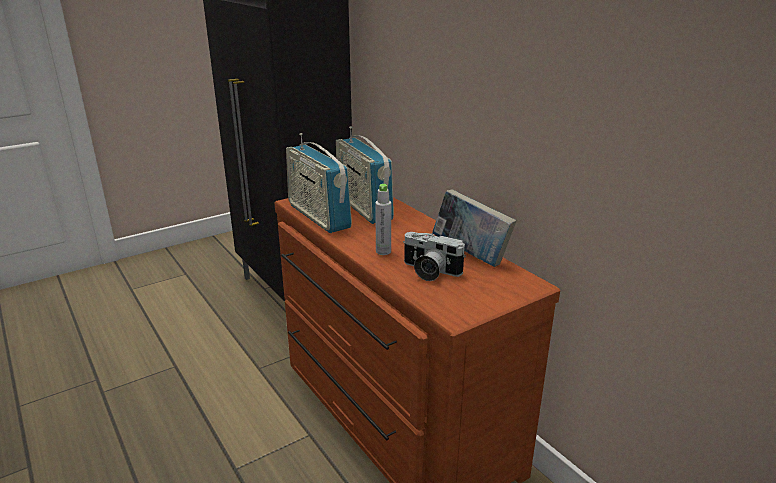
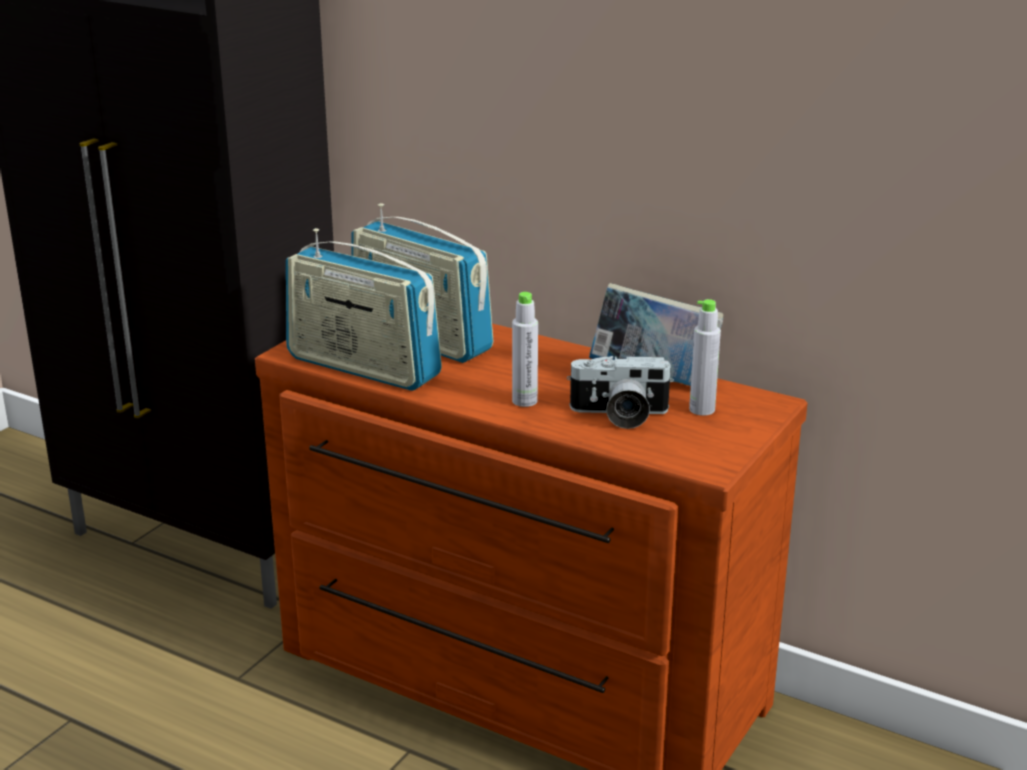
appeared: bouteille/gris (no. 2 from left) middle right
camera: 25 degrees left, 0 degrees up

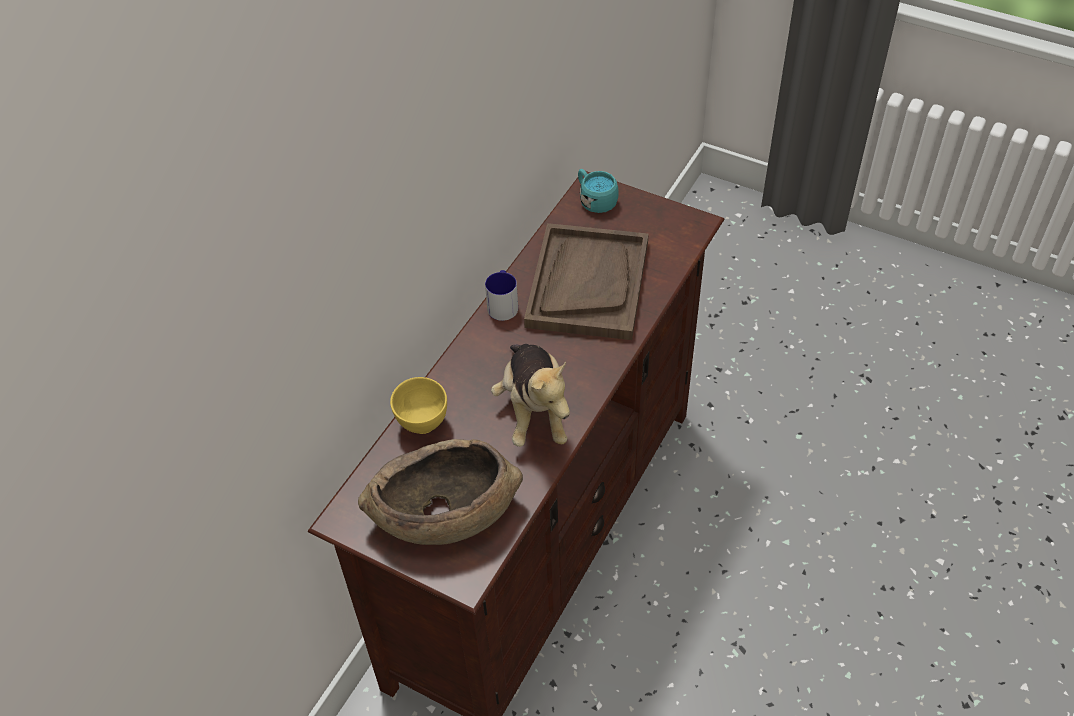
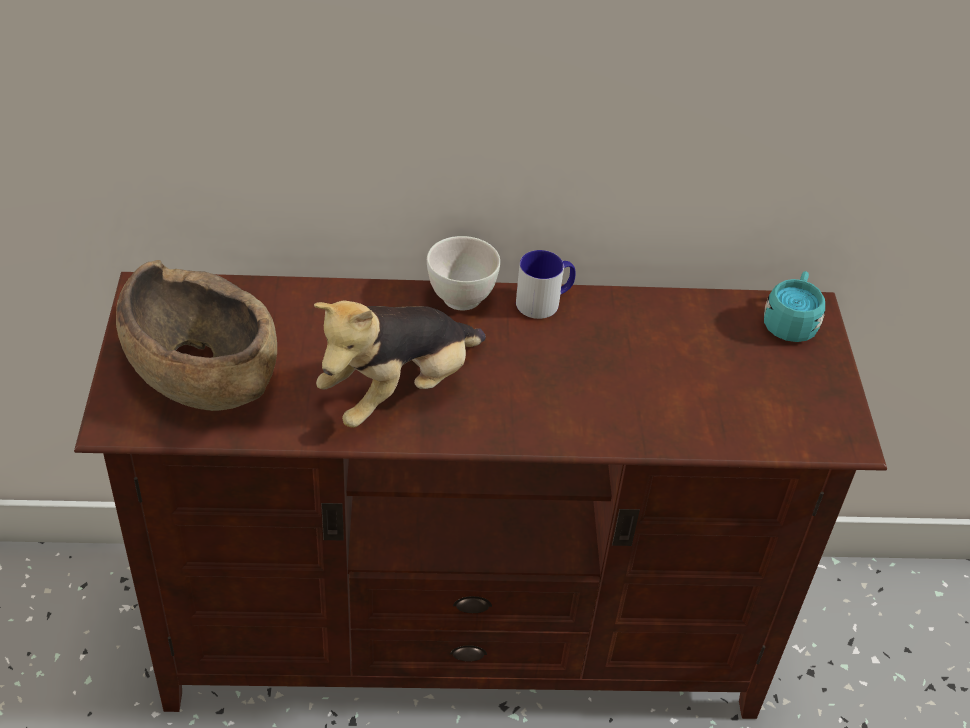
missing: bol/jaune centre; plateau/marron centre
appeared: bol/blanc centre
camera: 55 degrees right, 5 degrees down

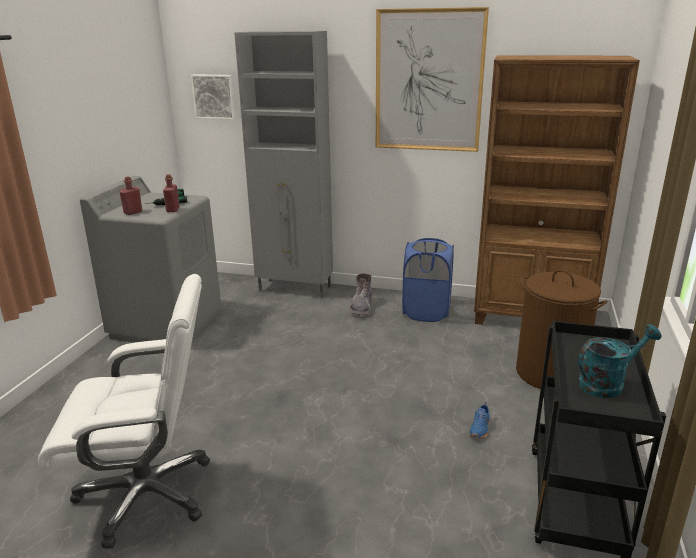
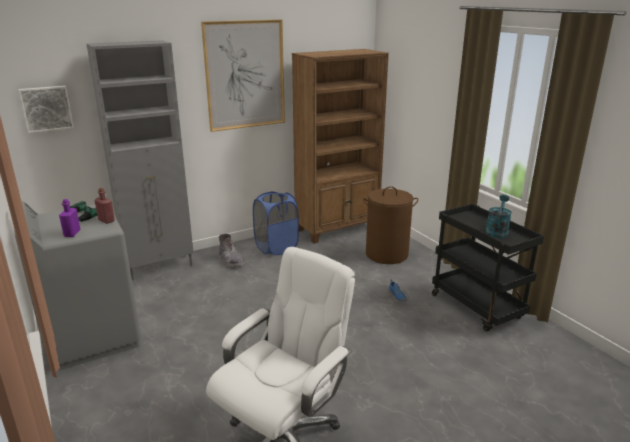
colour: bouteille/rouge (no. 1 from left) middle left to bouteille/violet middle left
camera: 45 degrees left, 0 degrees up

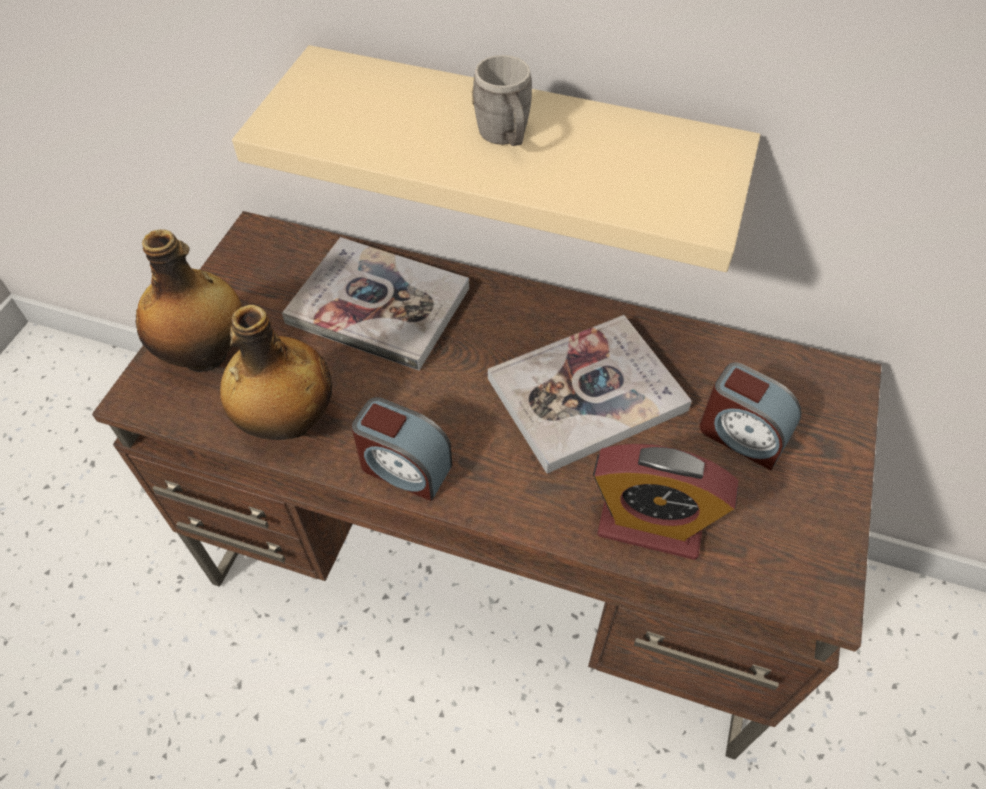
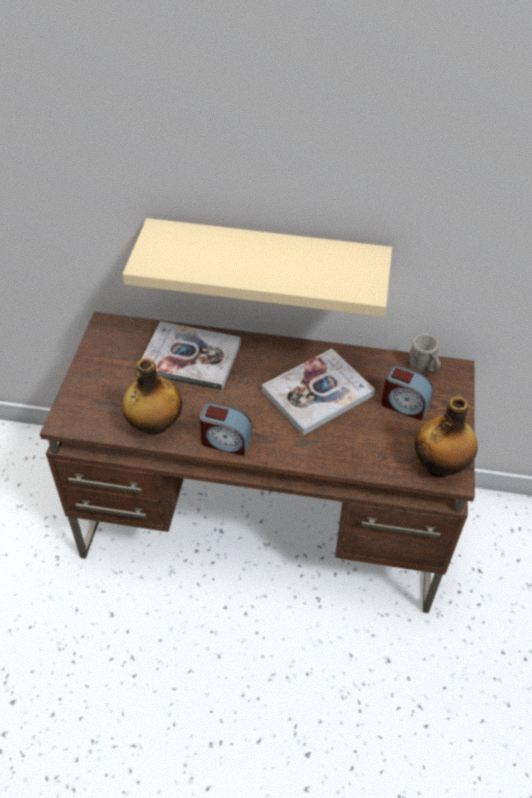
missing: réveil (no. 2 from left) middle right
relocated: mug/gris top centre to middle right; bouteille (no. 1 from left in the first image) middle left to bouteille (no. 2 from left) middle right
camera: 10 degrees left, 5 degrees down

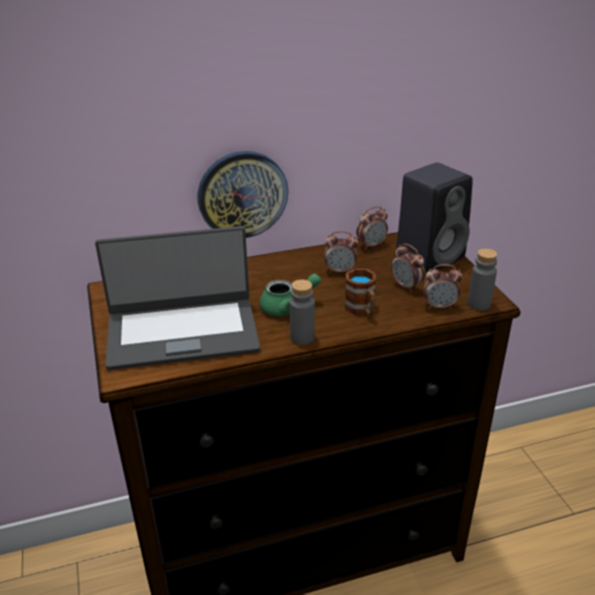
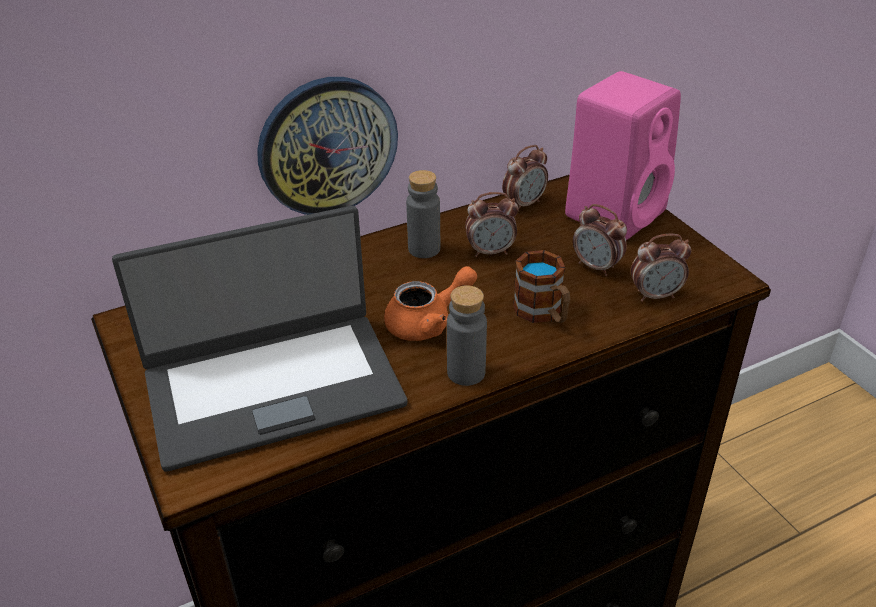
relocated: bouteille/gris (no. 2 from left in the first image) middle right to bouteille/gris (no. 1 from left) centre
colour: théière/vert centre to théière/orange centre; enceinte/noir middle right to enceinte/rose top right
camera: 10 degrees left, 5 degrees up

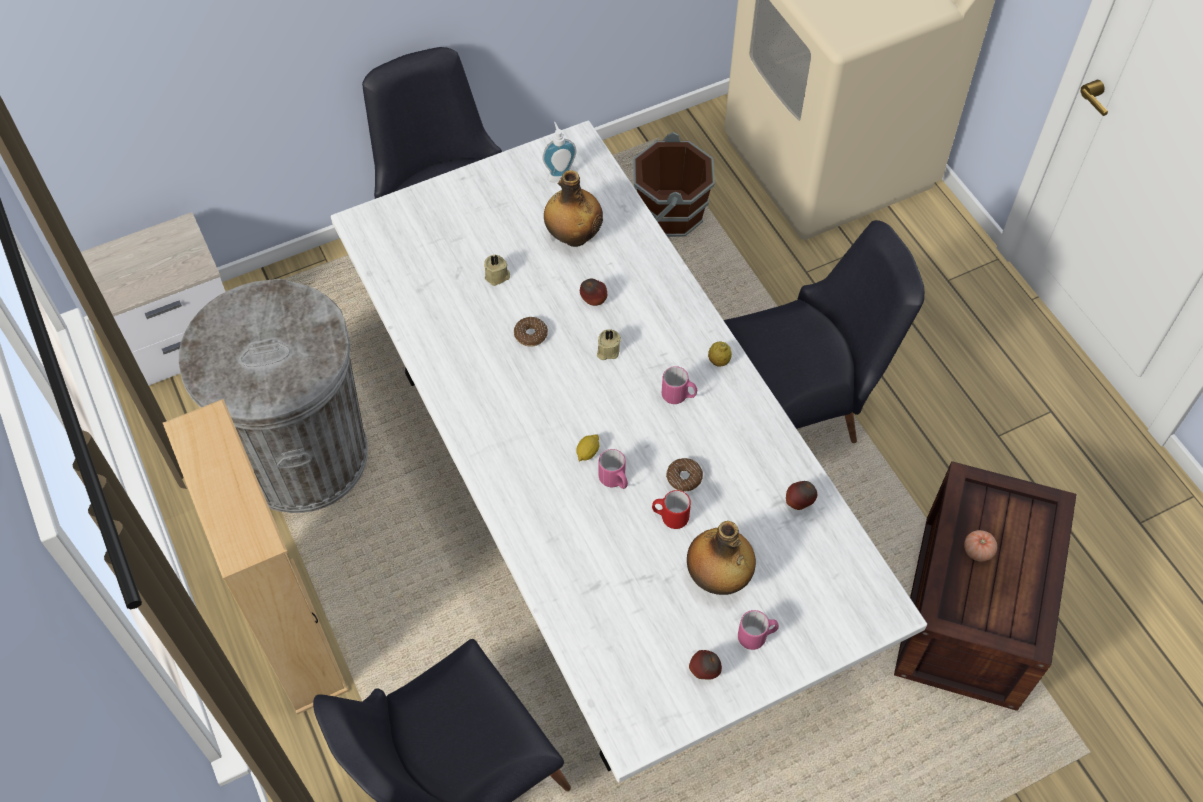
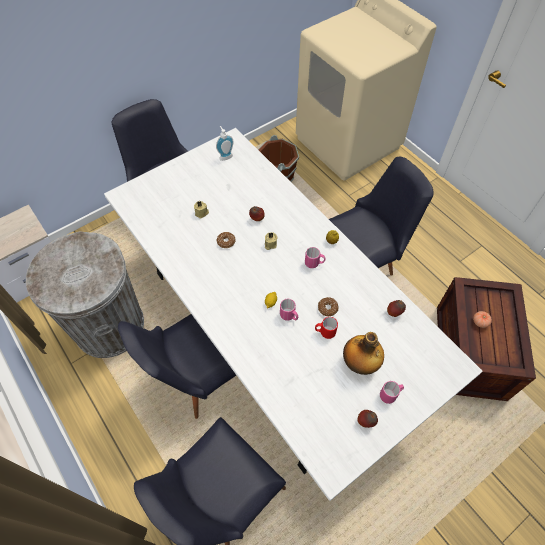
missing: bibliothèque/beige bottom left; bouteille (no. 1 from left) top centre
appeared: chaise/noir (no. 2 from left) bottom left
camera: 10 degrees left, 0 degrees up

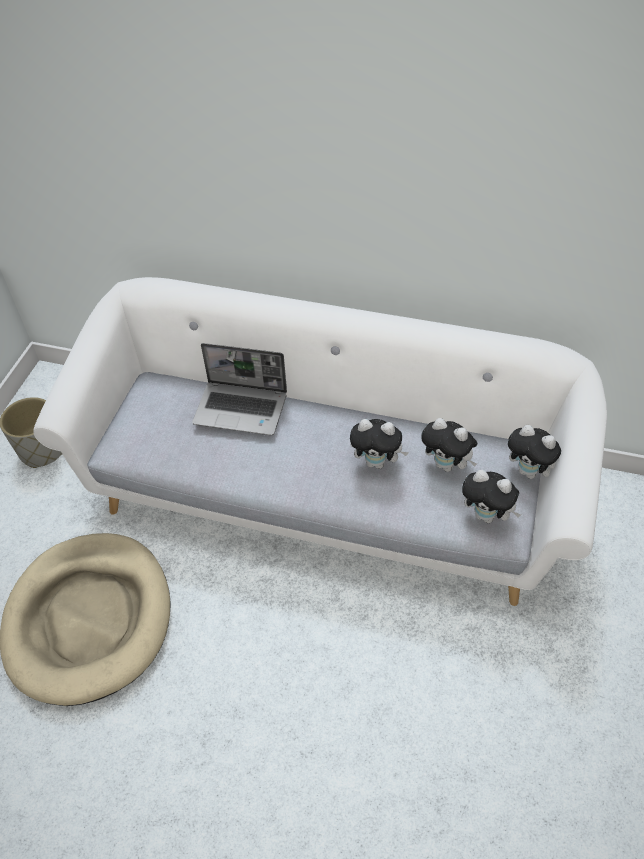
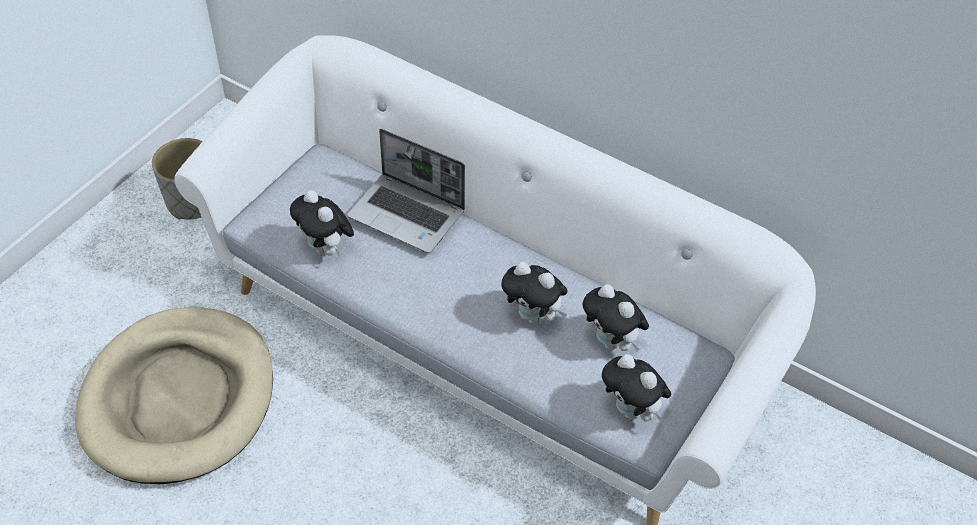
relocated: peluche (no. 4 from left in the first image) middle right to peluche (no. 1 from left) middle left
camera: 15 degrees right, 0 degrees up

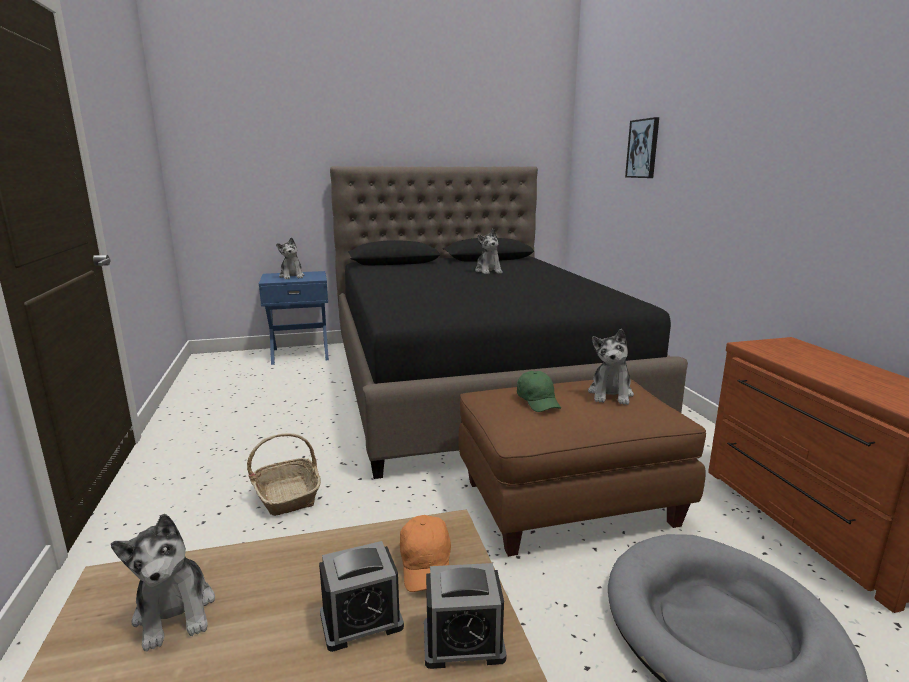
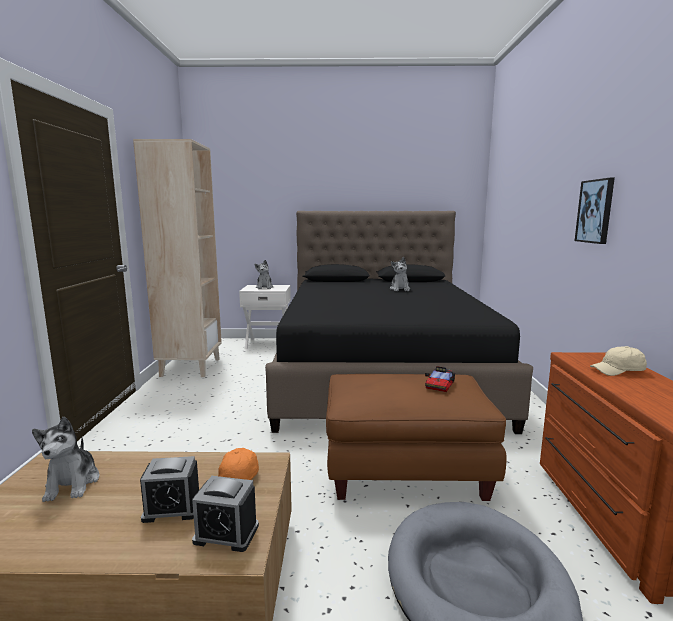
missing: panier bottom left; casquette/vert centre
appeared: bibliothèque/beige middle left; casquette/beige middle right
relocated: tableau top right to middle right
exchanged: peluche (no. 4 from left) middle right to petite voiture centre
colour: table de chevet/bleu middle left to table de chevet/blanc centre
camera: 15 degrees right, 5 degrees down

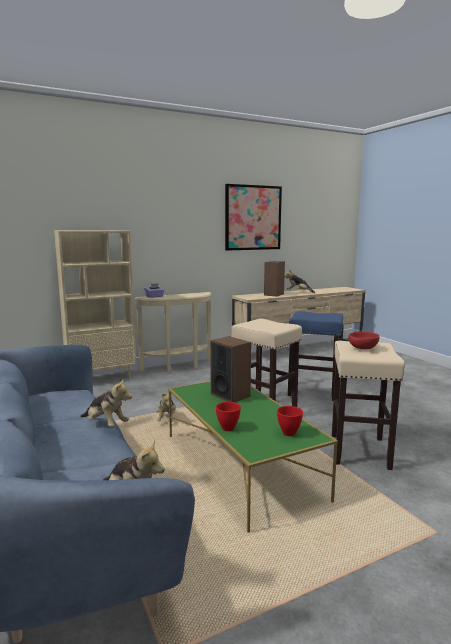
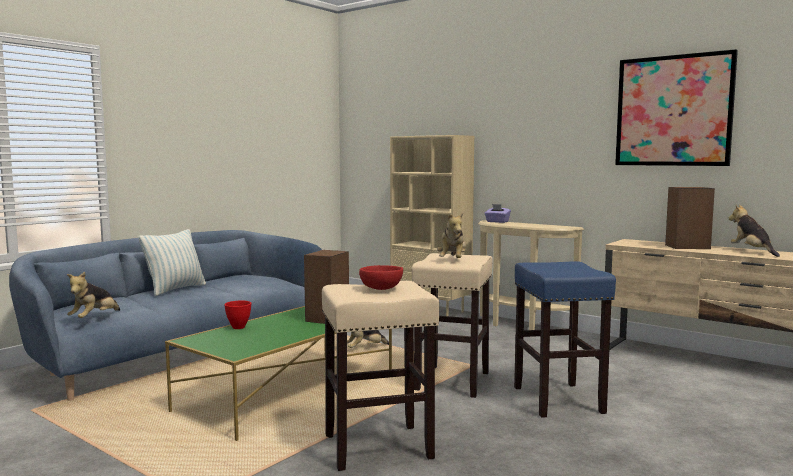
missing: bol/rouge (no. 2 from left) centre
appeared: coussin middle left
relocated: peluche (no. 1 from left in the first image) middle left to peluche (no. 3 from left) centre
camera: 65 degrees right, 5 degrees down

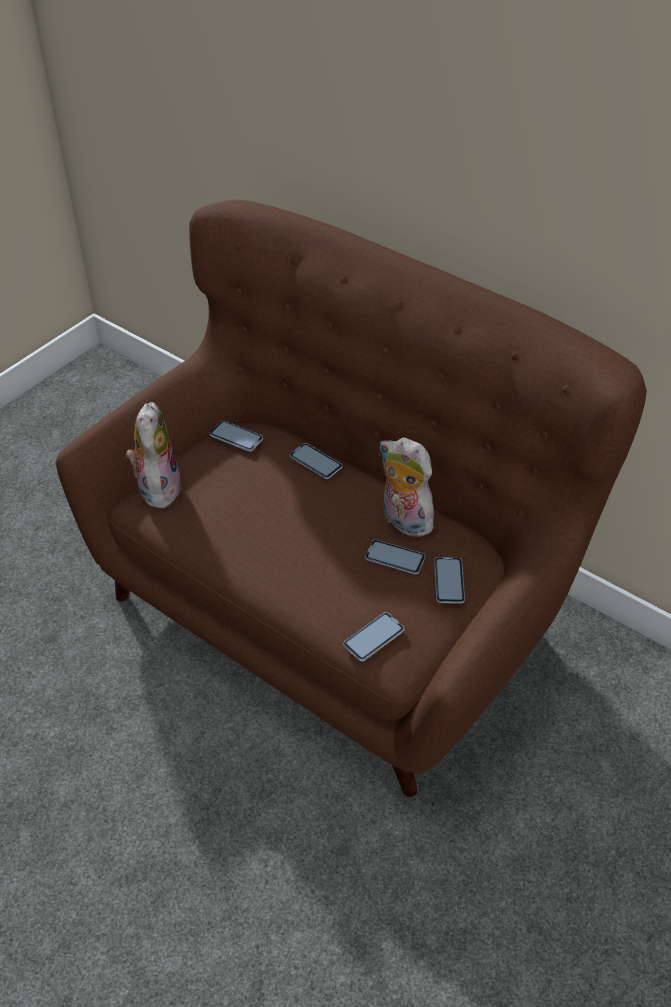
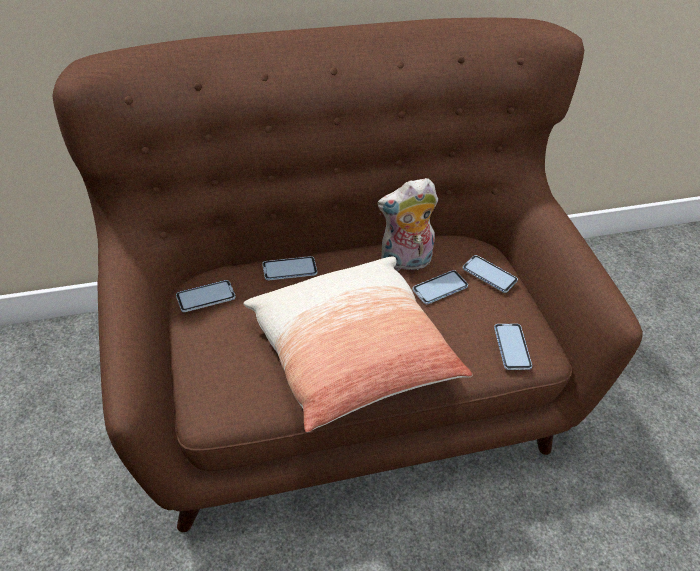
missing: peluche (no. 1 from left) middle left
appeared: coussin centre
camera: 55 degrees left, 0 degrees up

